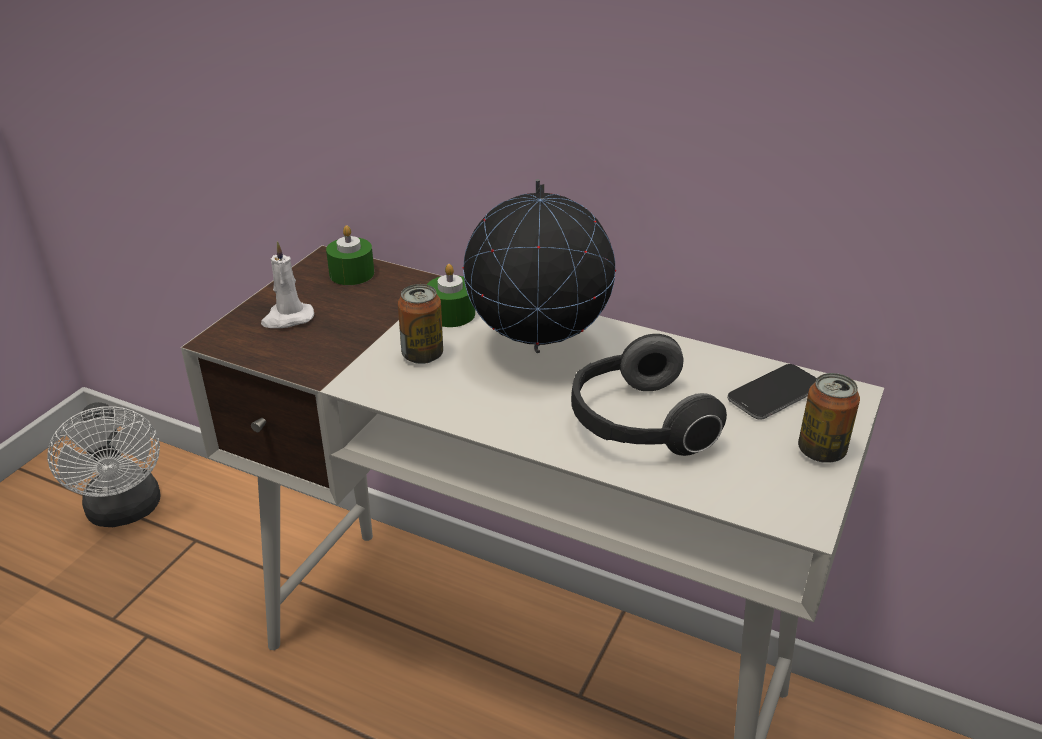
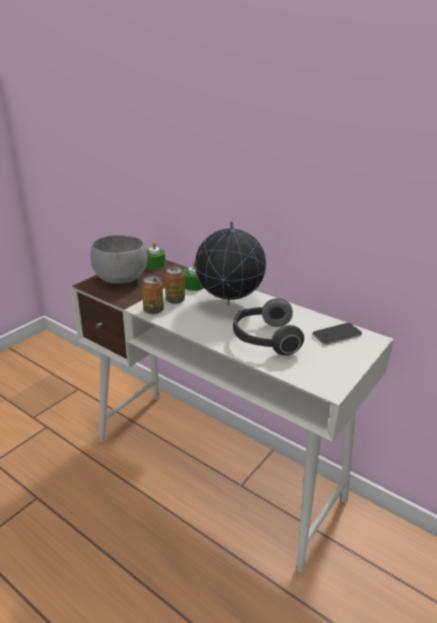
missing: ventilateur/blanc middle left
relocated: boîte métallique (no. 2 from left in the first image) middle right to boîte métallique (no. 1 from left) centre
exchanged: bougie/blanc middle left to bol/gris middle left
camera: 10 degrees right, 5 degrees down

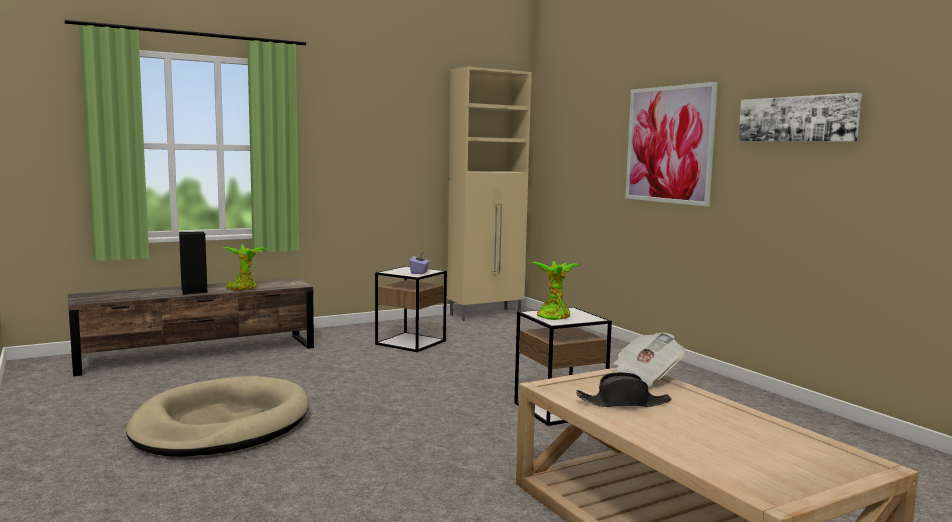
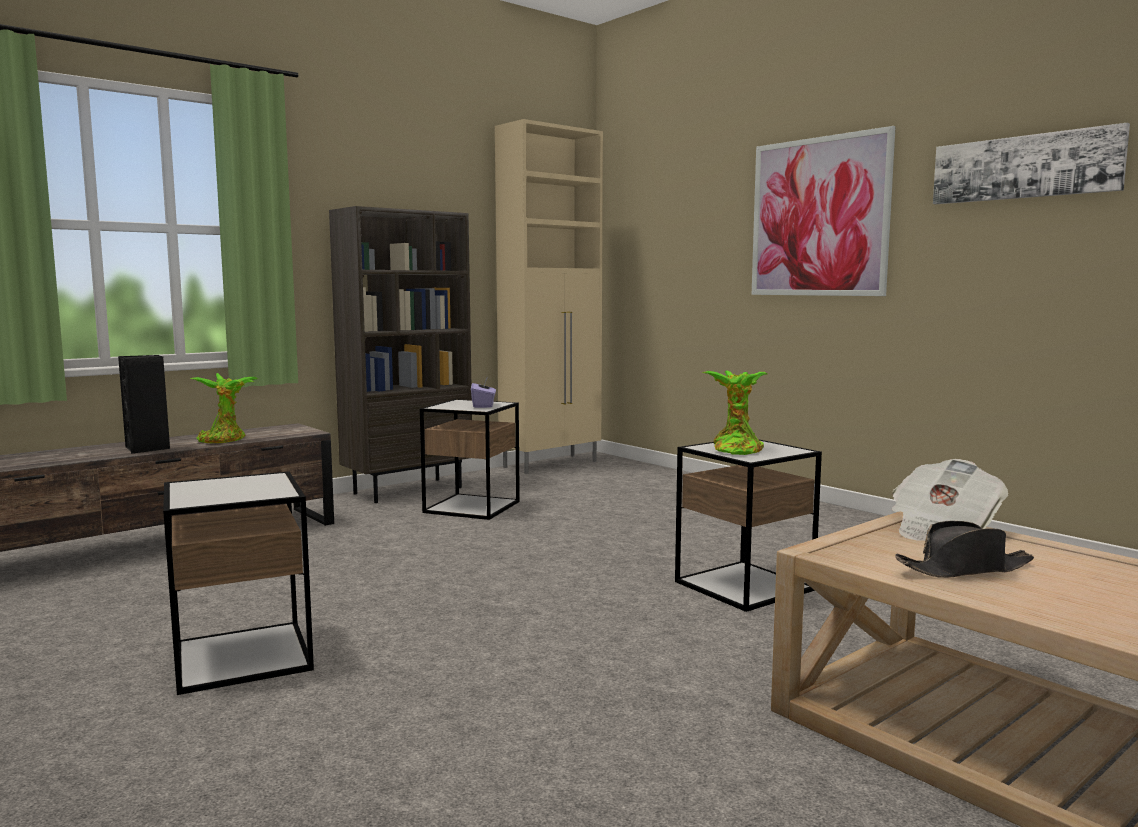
appeared: bibliothèque/marron centre
exchanged: panier pour chien/beige bottom left to table d'appoint (no. 1 from left) bottom left
camera: 10 degrees left, 0 degrees up

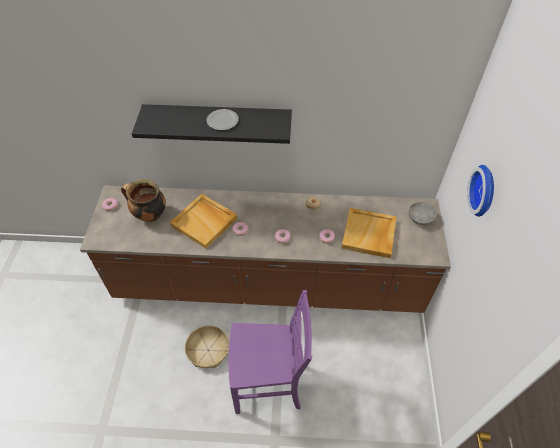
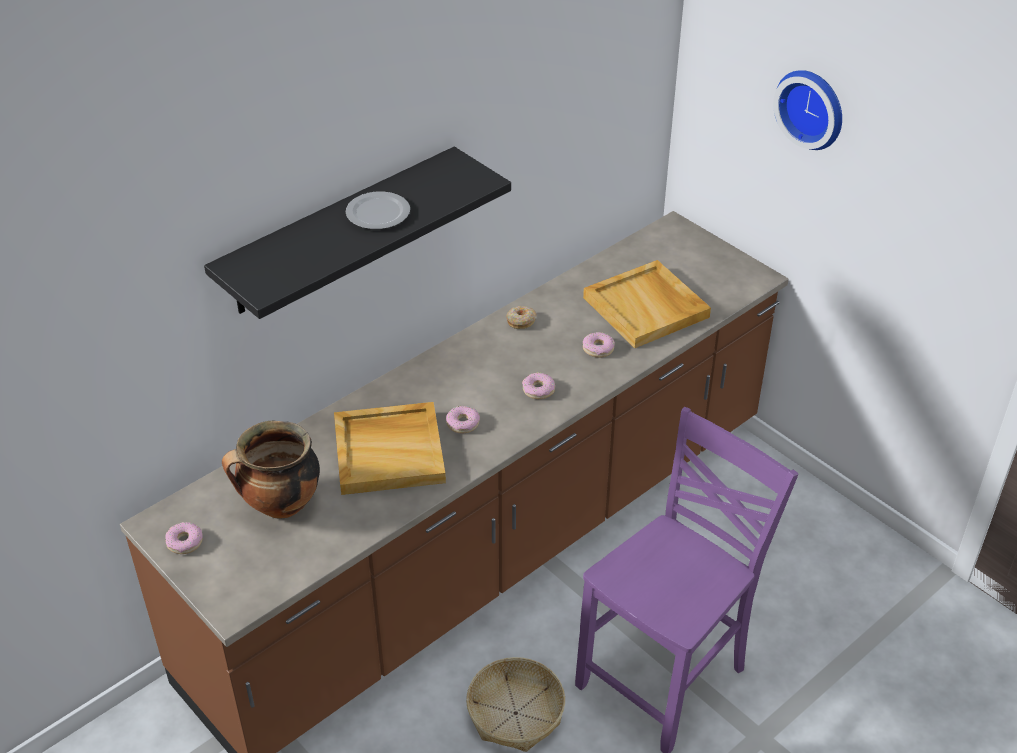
missing: bol/gris middle right
camera: 45 degrees left, 10 degrees down

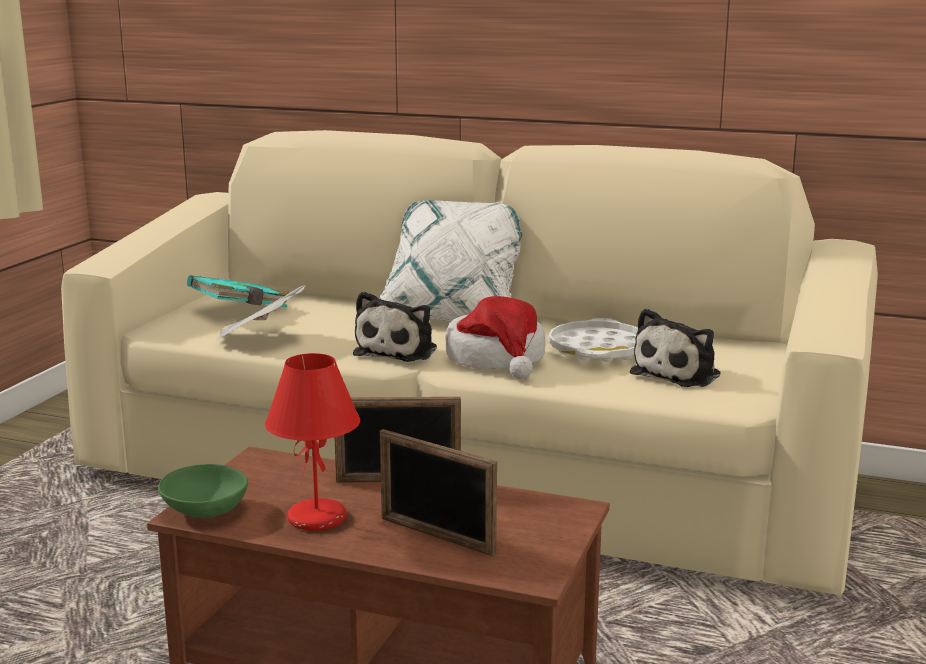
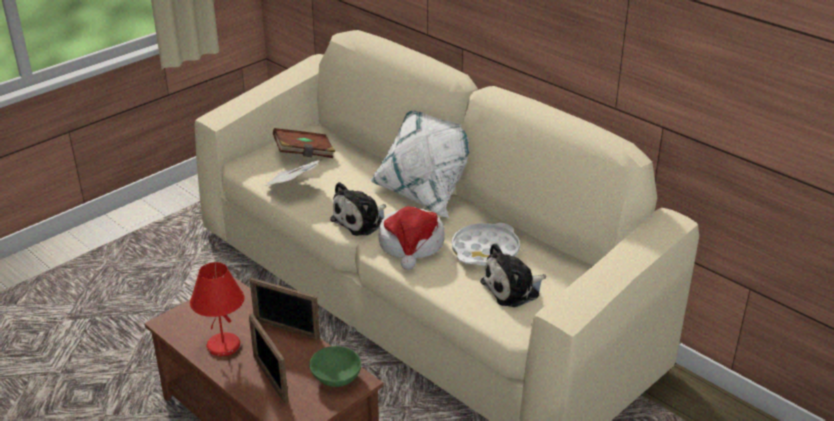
relocated: bol/vert bottom left to bottom centre
colour: livre/turquoise middle left to livre/marron centre
camera: 25 degrees right, 15 degrees up

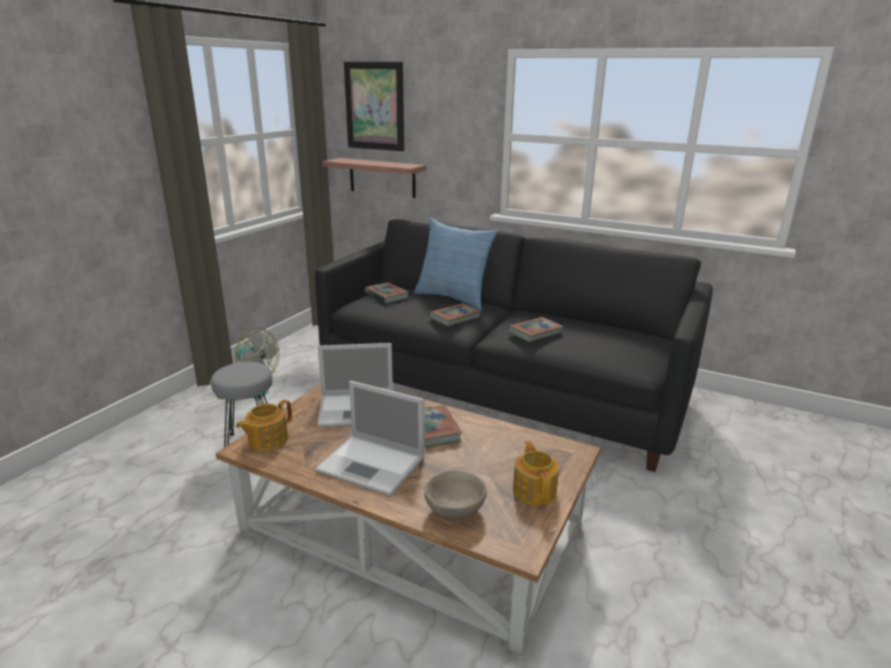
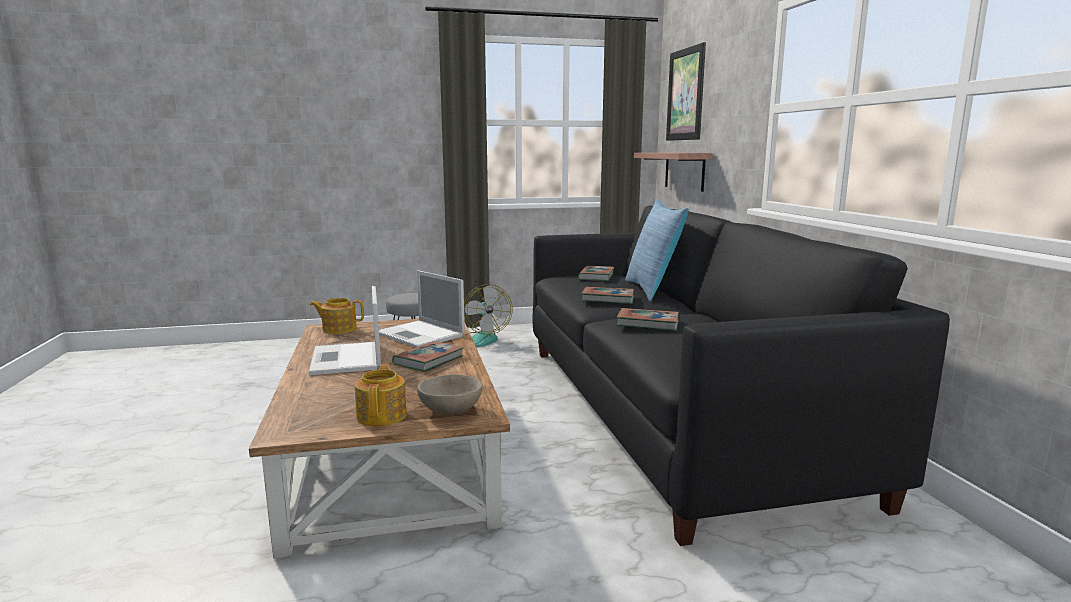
relocated: bol/beige bottom centre to centre
spun: théière (no. 2 from left) bottom centre = centre 45 degrees counterclockwise
camera: 50 degrees right, 10 degrees down

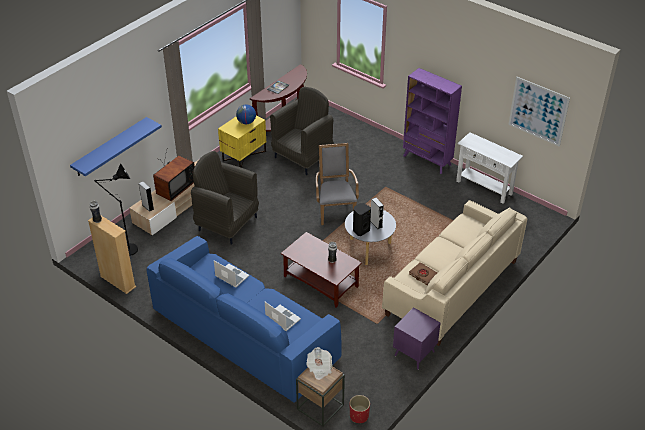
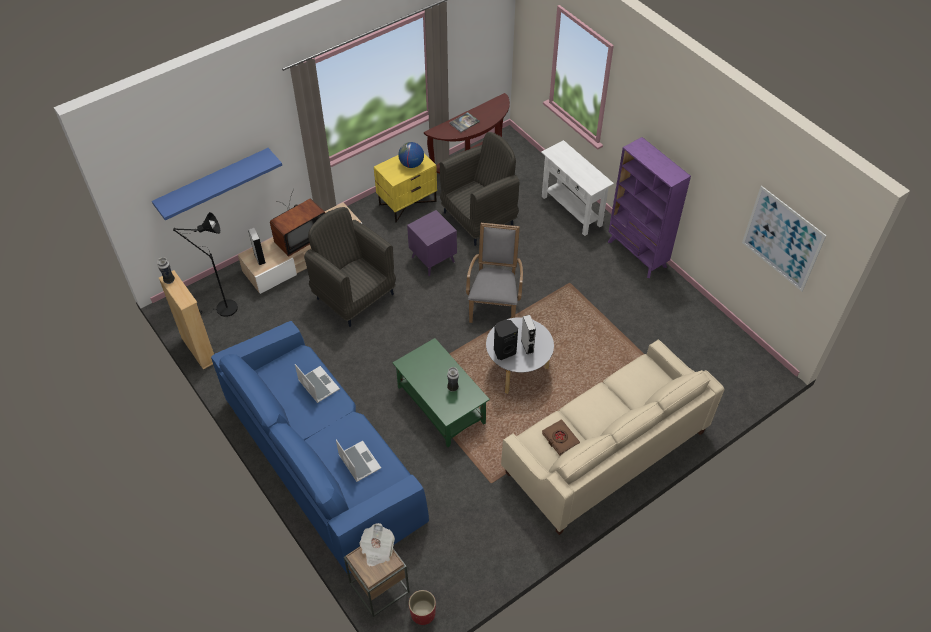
relocated: table d'appoint/violet bottom centre to centre; table console/blanc middle right to top centre
colour: table basse/marron centre to table basse/vert centre
camera: 15 degrees right, 10 degrees up

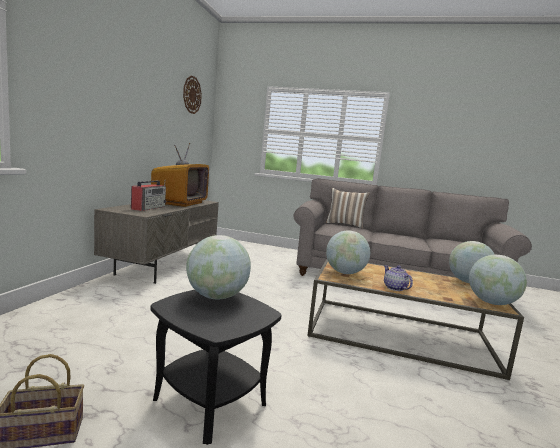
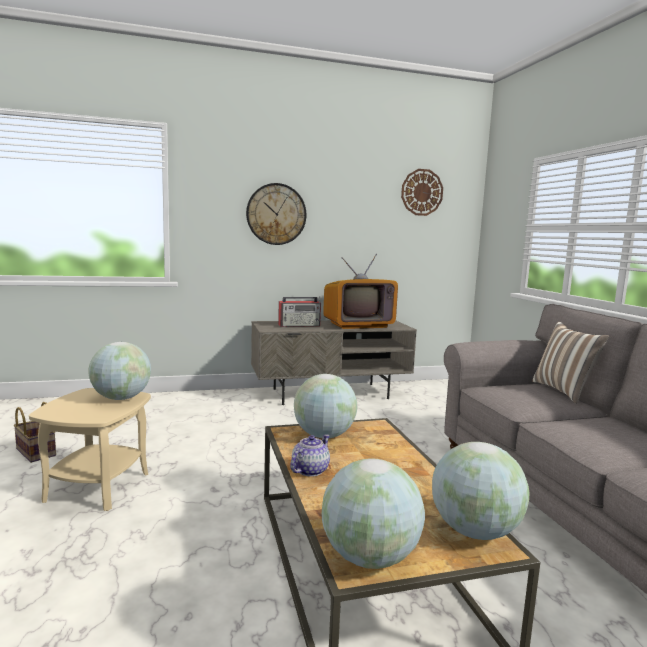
appeared: horloge murale (no. 1 from left) top centre
colour: table d'appoint/noir bottom centre to table d'appoint/beige bottom left
camera: 60 degrees right, 0 degrees up

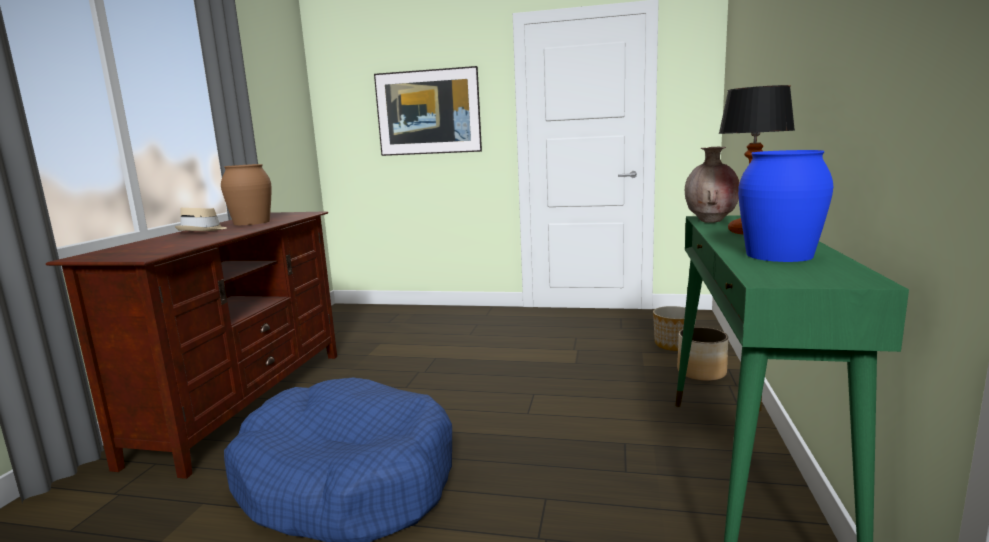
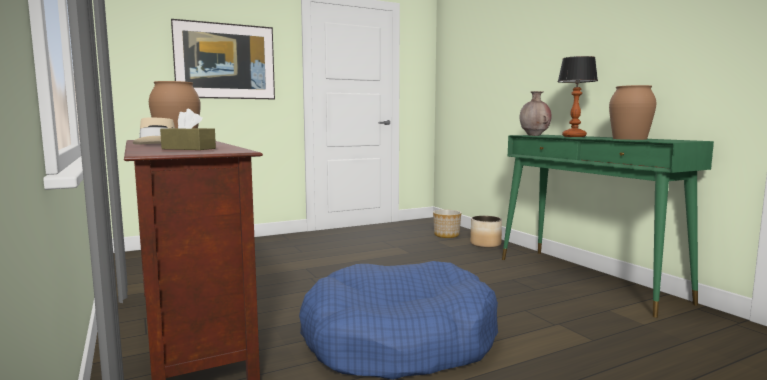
appeared: boîte à mouchoirs/marron middle left
colour: vase/bleu middle right to vase/marron (no. 3 from left) top right
camera: 40 degrees left, 5 degrees down

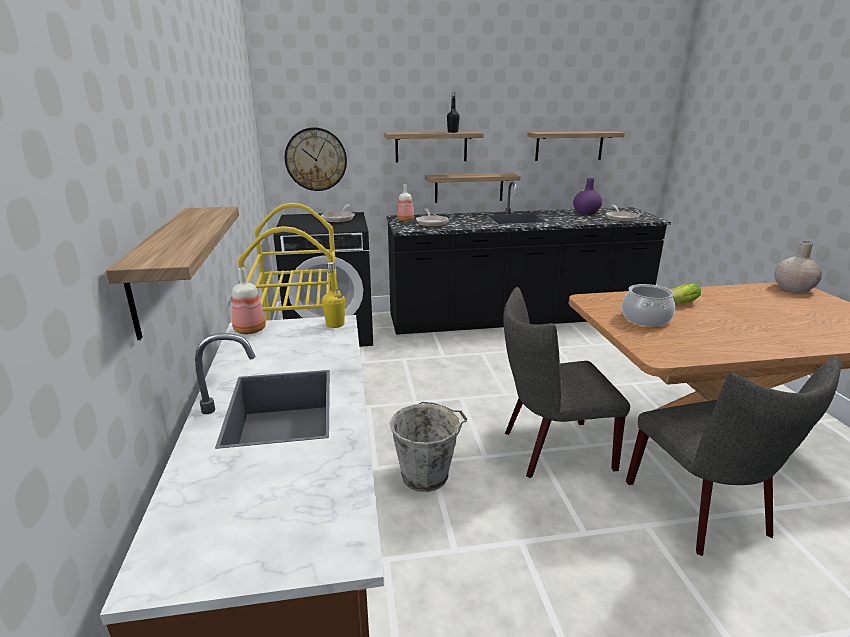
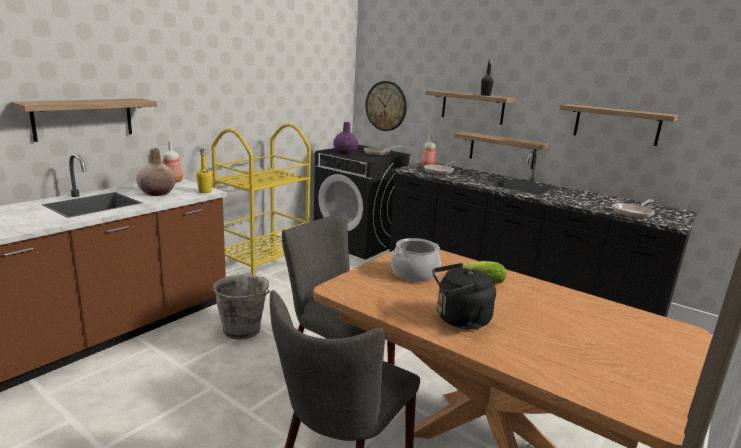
appeared: bouilloire/noir centre
relocated: vase/beige middle right to middle left; vase/violet top right to top centre
camera: 45 degrees right, 5 degrees down

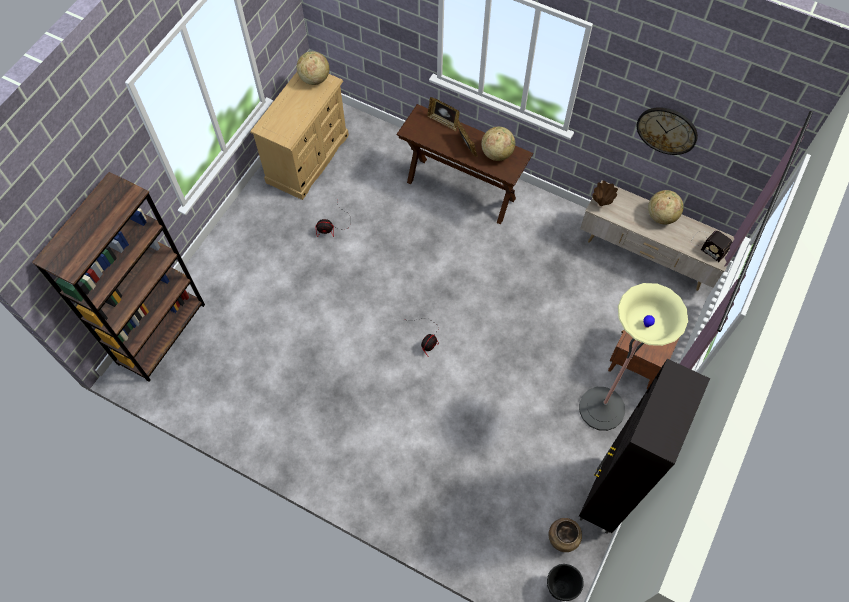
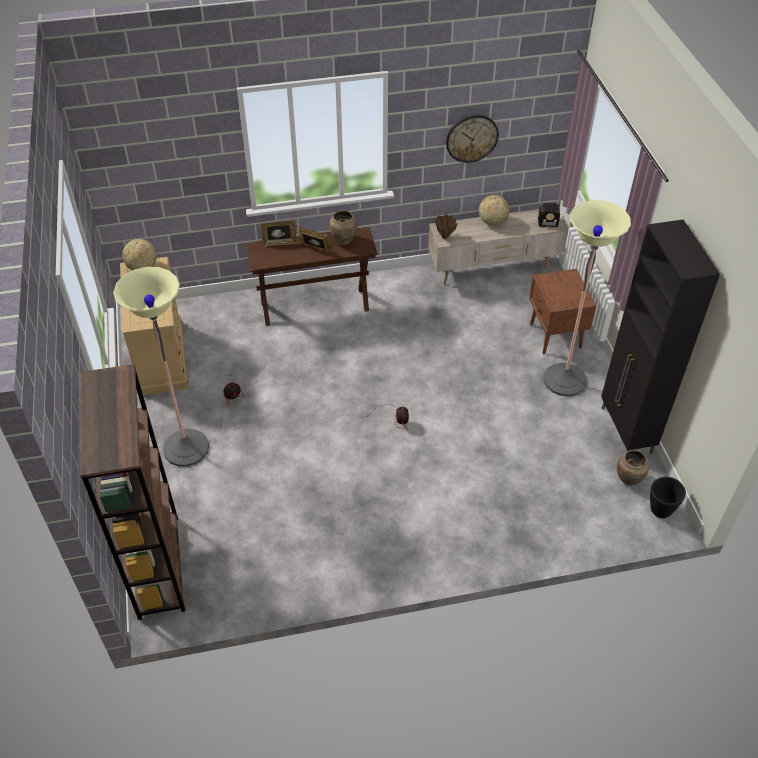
appeared: lampadaire (no. 1 from left) middle left
exchanged: globe (no. 2 from left) top centre to vase/marron (no. 1 from left) top centre
camera: 40 degrees left, 15 degrees down

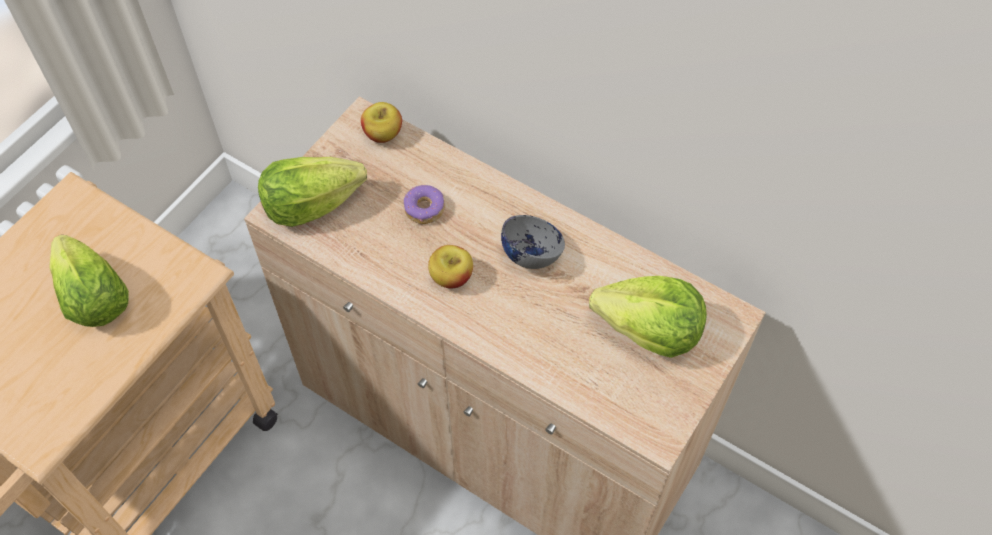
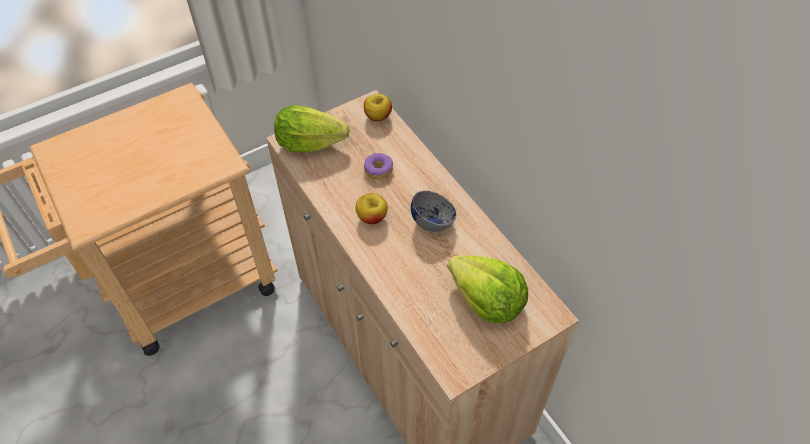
missing: laitue (no. 1 from left) middle left
camera: 25 degrees right, 5 degrees down

